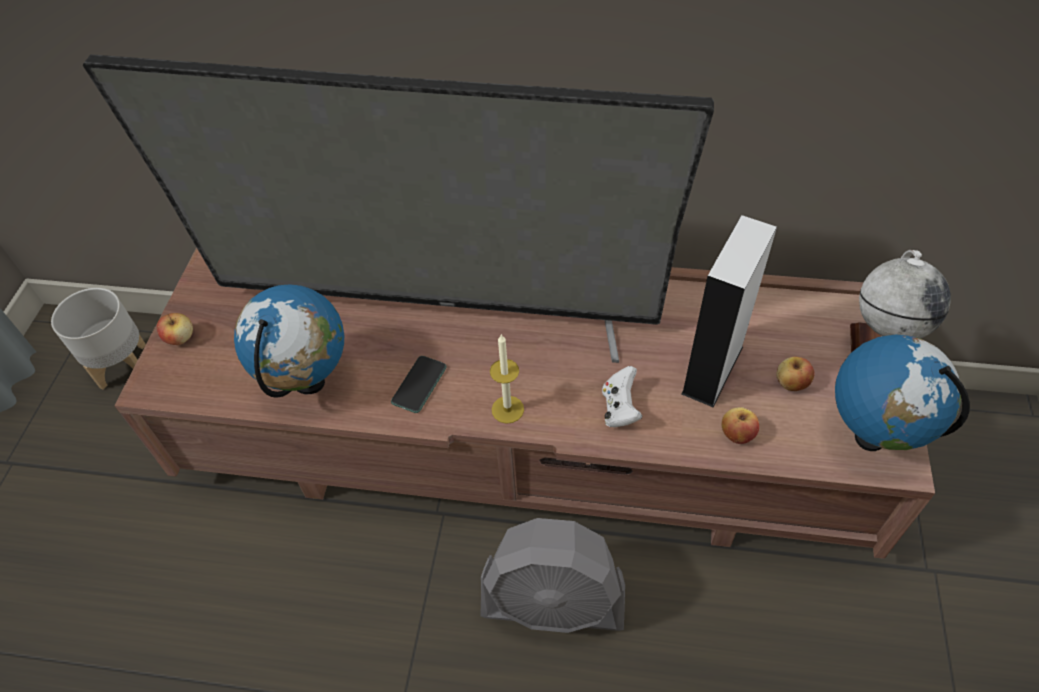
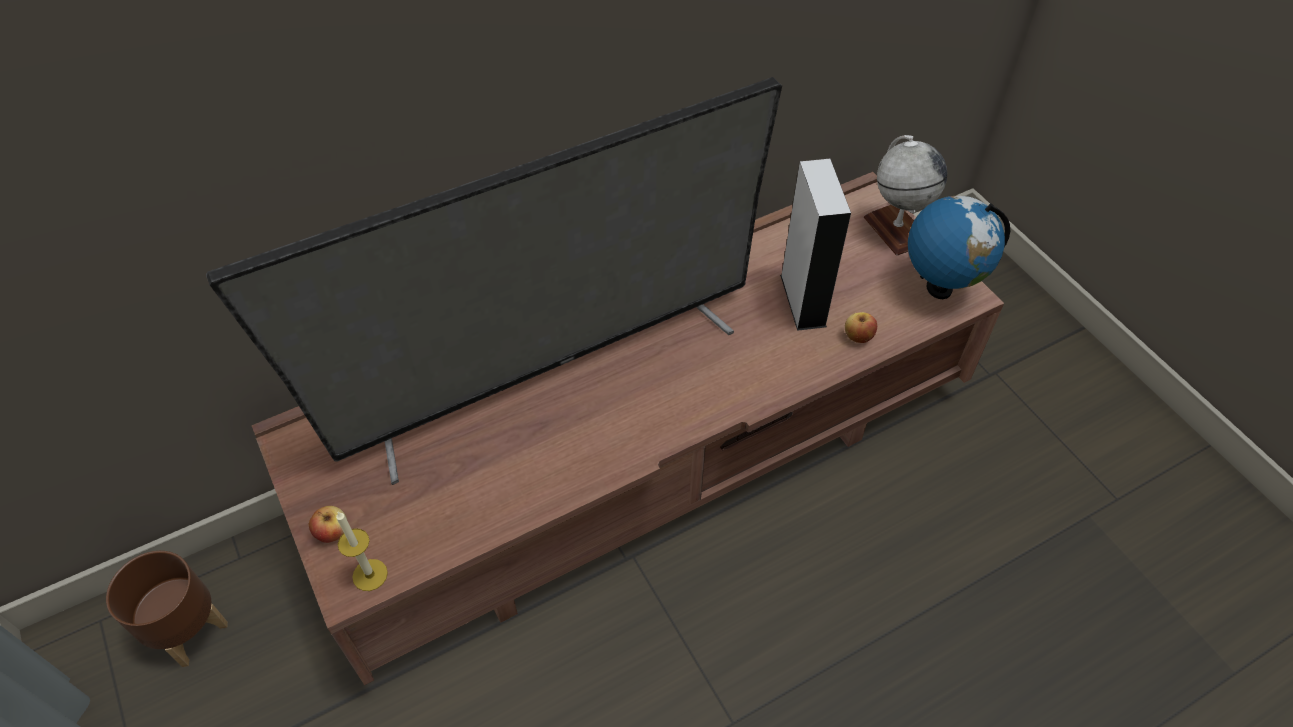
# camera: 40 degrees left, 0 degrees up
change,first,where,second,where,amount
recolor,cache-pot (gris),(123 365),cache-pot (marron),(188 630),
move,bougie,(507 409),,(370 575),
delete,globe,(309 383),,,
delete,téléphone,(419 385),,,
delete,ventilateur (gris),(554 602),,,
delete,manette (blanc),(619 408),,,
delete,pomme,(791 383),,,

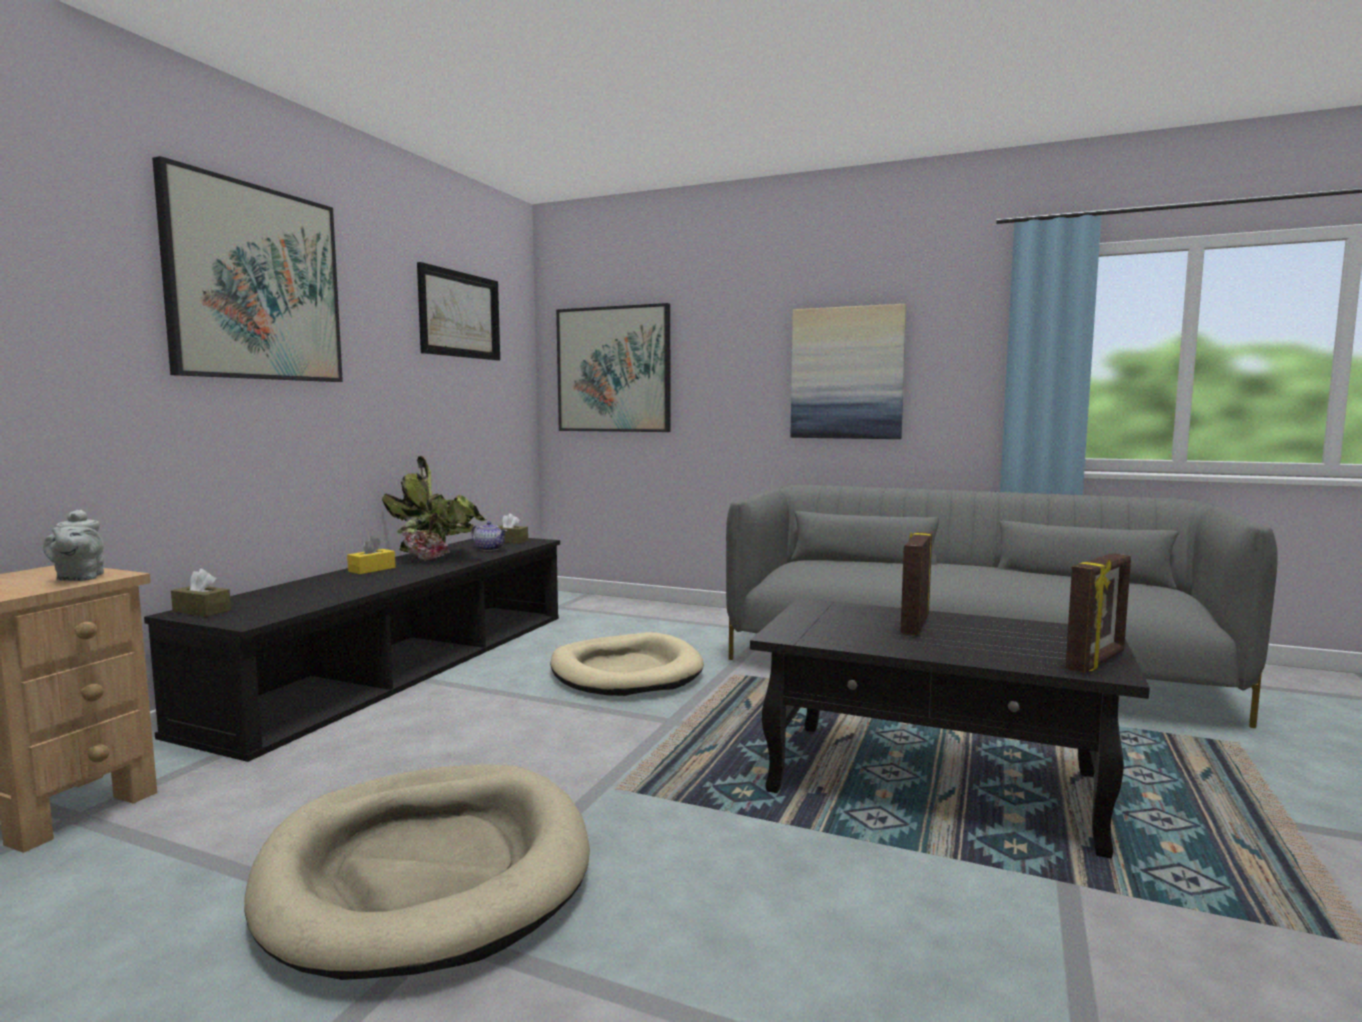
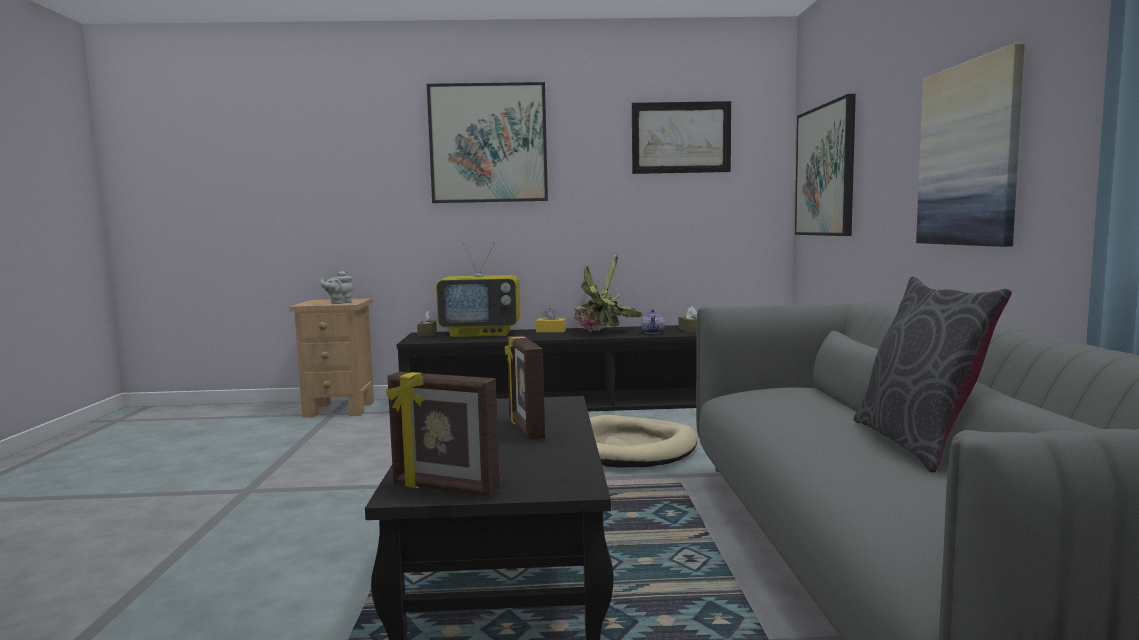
# camera: 65 degrees right, 0 degrees up
change,first,where,second,where,amount
insert,,,téléviseur,(481 333),
rotate,cadre photo,(914 624),,(525 429),105 degrees counterclockwise
insert,,,coussin (gris),(918 443),
delete,panier pour chien (beige),(427 871),,,

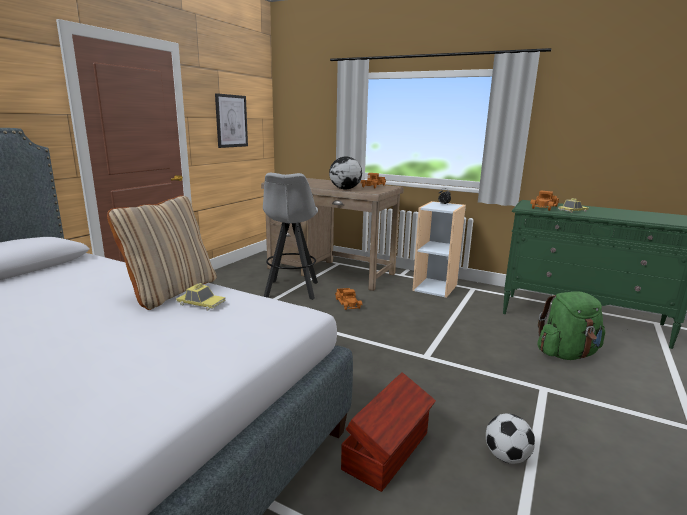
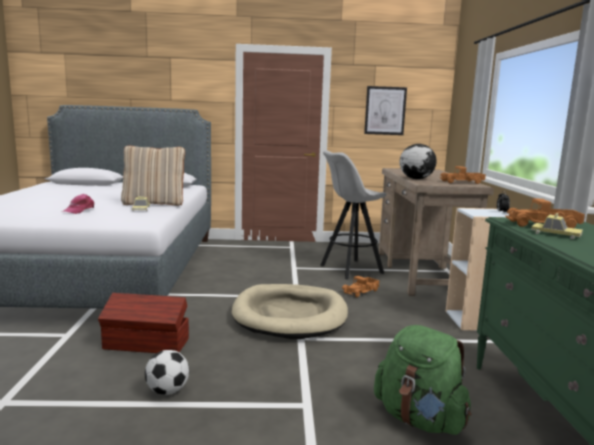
# camera: 60 degrees right, 5 degrees down
change,first,where,second,where,amount
insert,,,casquette (rose),(79 210),
insert,,,panier pour chien (beige),(290 315),

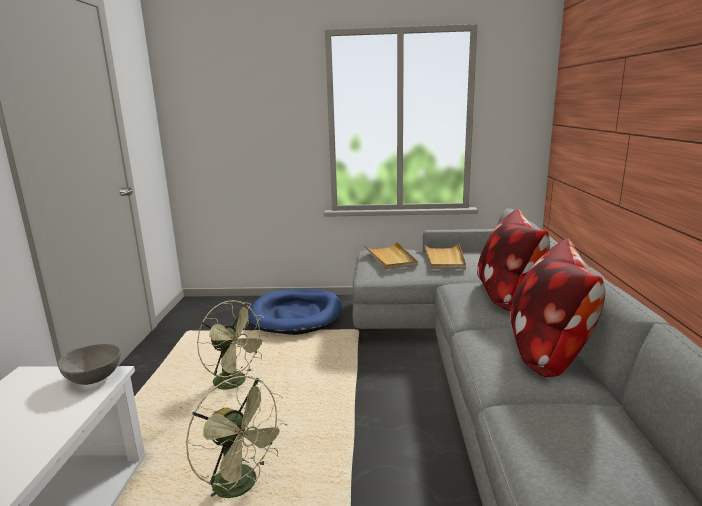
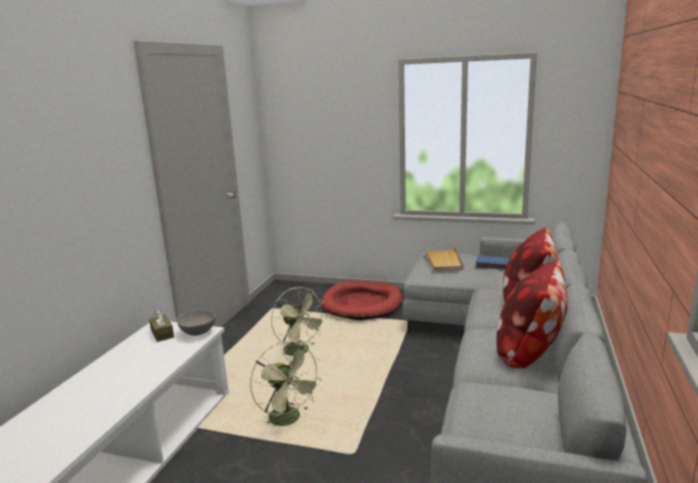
# camera: 15 degrees right, 0 degrees up
change,first,where,second,where,amount
insert,,,boîte à mouchoirs (marron),(162 333),
recolor,panier pour chien (bleu),(296 315),panier pour chien (rouge),(362 304),
replace,plateau (beige),(444 258),livre (bleu),(491 265),

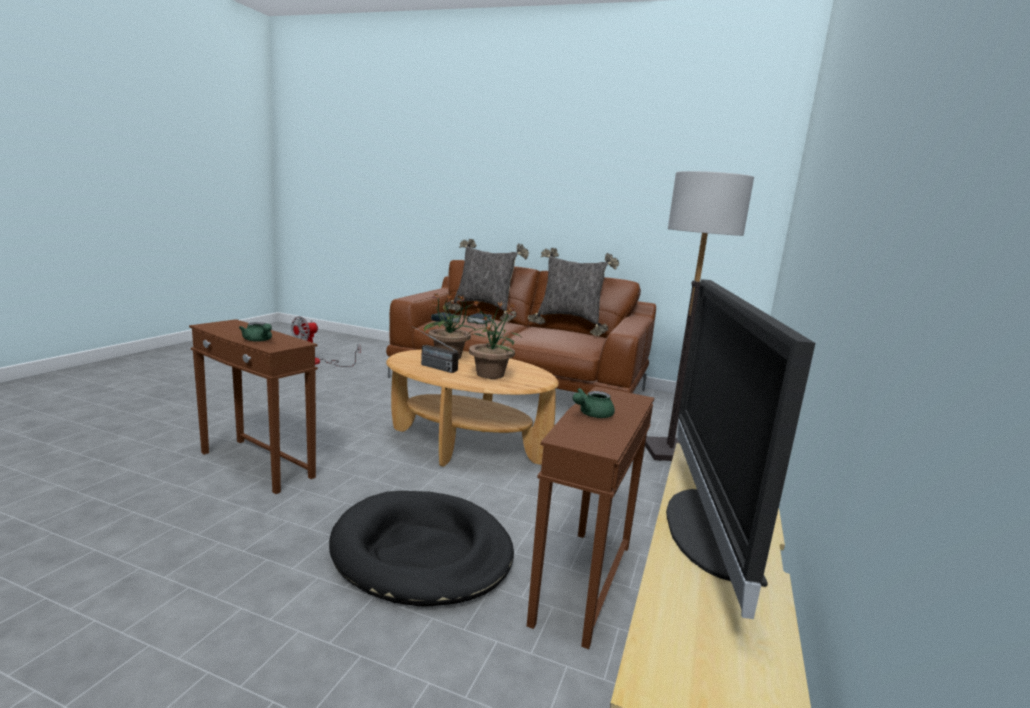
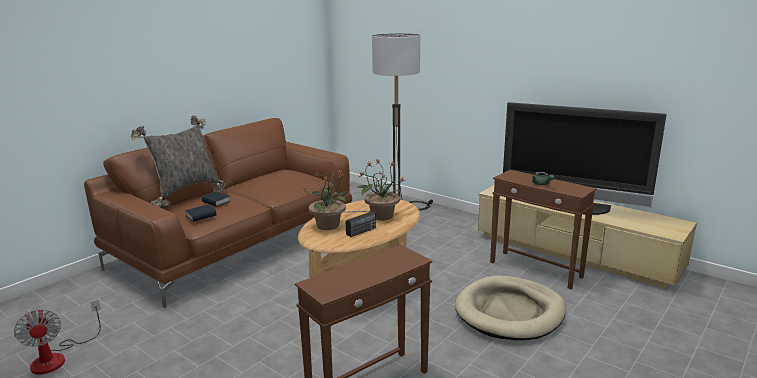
# camera: 70 degrees left, 5 degrees up
change,first,where,second,where,amount
recolor,panier pour chien (noir),(422 552),panier pour chien (beige),(510 312),
delete,théière (vert),(258 340),,,
delete,coussin,(569 329),,,

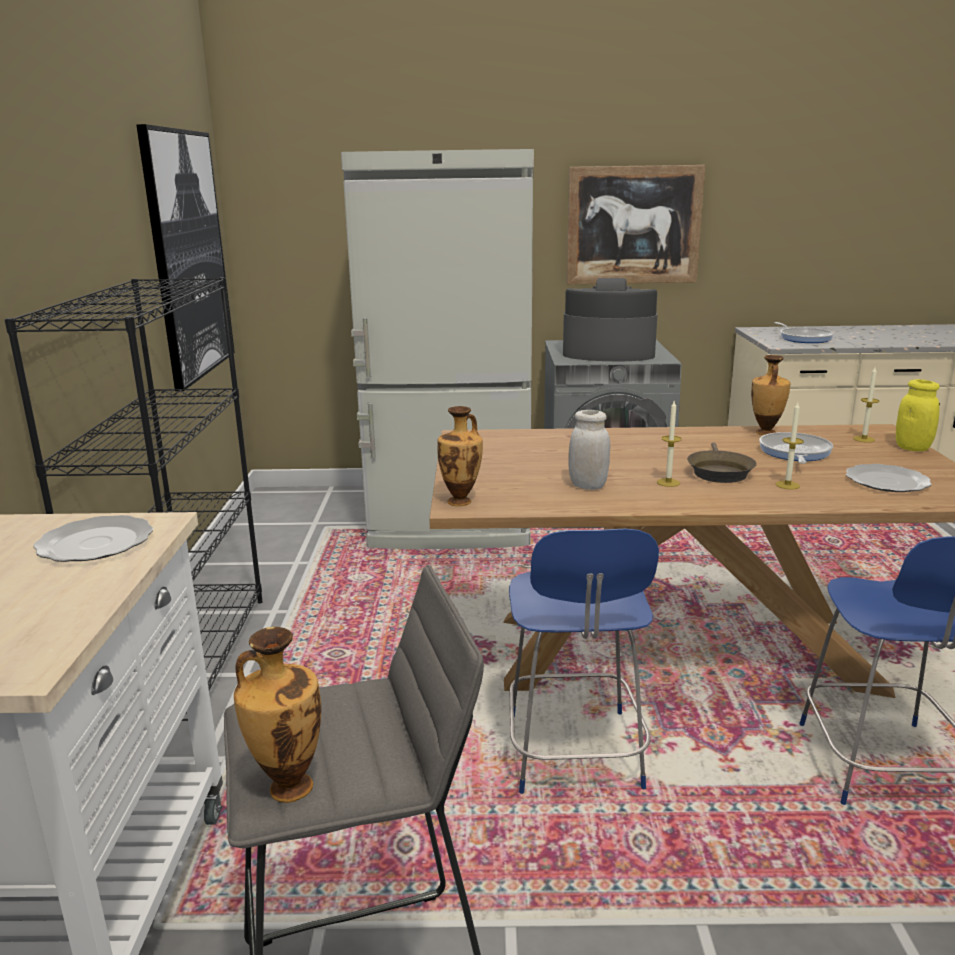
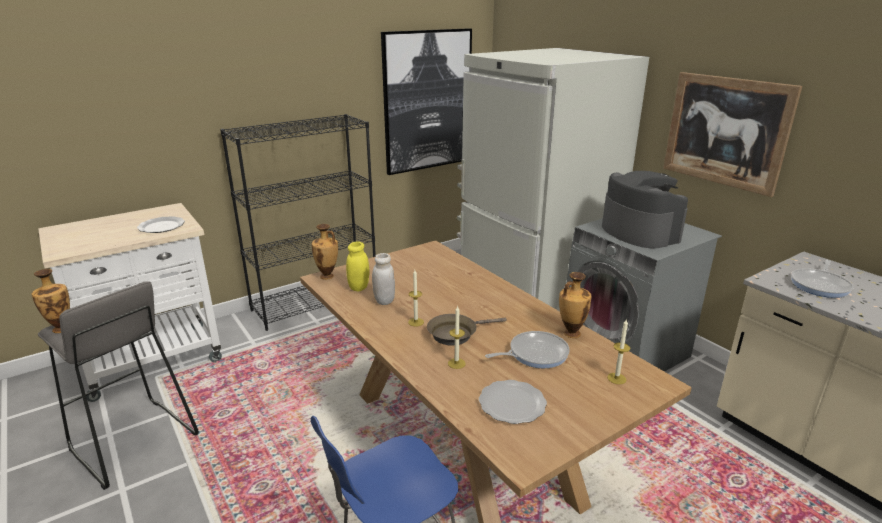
# camera: 55 degrees right, 5 degrees up
change,first,where,second,where,amount
move,bocal (jaune),(912 448),,(359 287),
delete,chaise (bleu),(574 756),,,

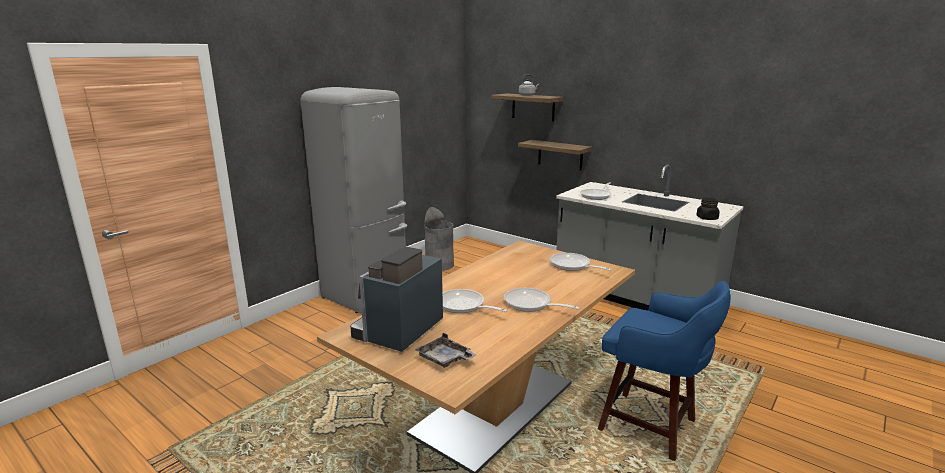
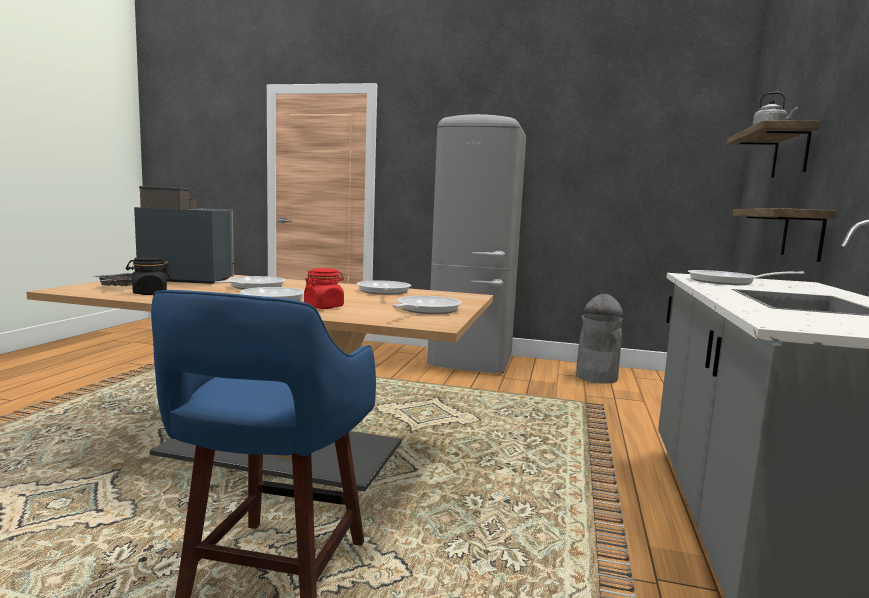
# camera: 65 degrees right, 10 degrees down
change,first,where,second,where,amount
move,bocal (noir),(707 218),,(149 293),
insert,,,bocal (rouge),(324 307),
insert,,,poêle,(383 292),

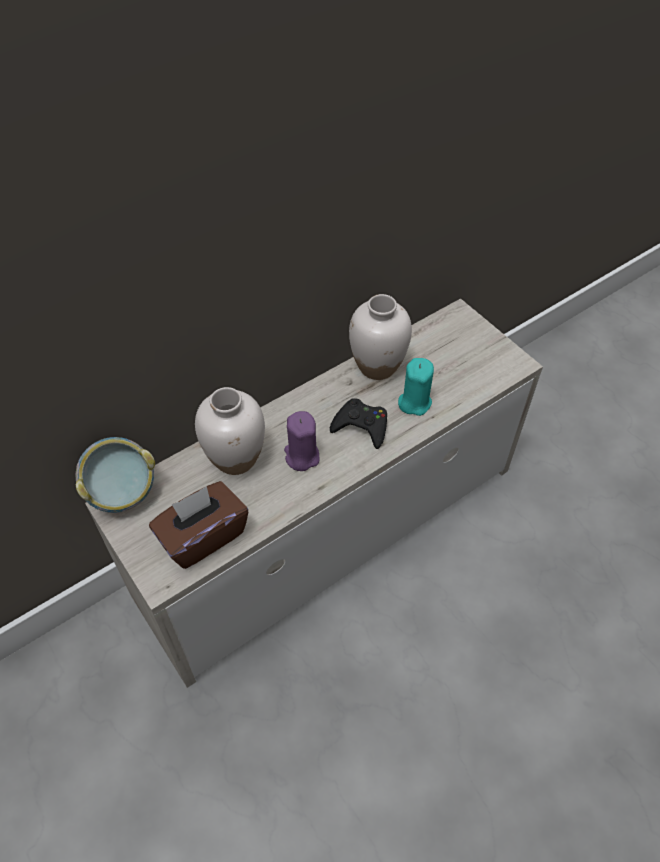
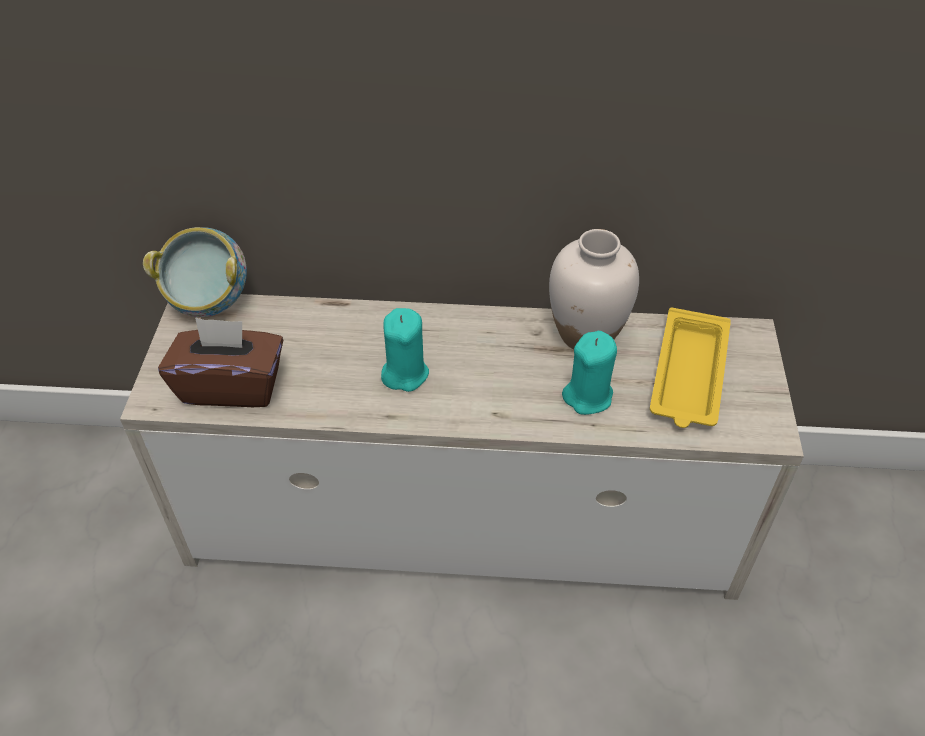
# camera: 40 degrees right, 5 degrees down
change,first,where,second,where,amount
recolor,bougie (violet),(301 456),bougie (turquoise),(405 373),
insert,,,plateau (jaune),(688 376),
delete,vase (blanc),(236 458),,,
delete,manette (noir),(361 426),,,

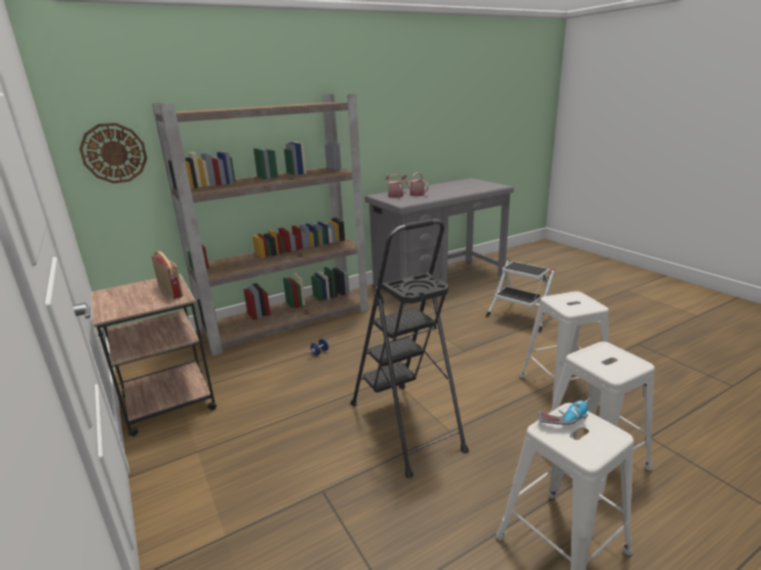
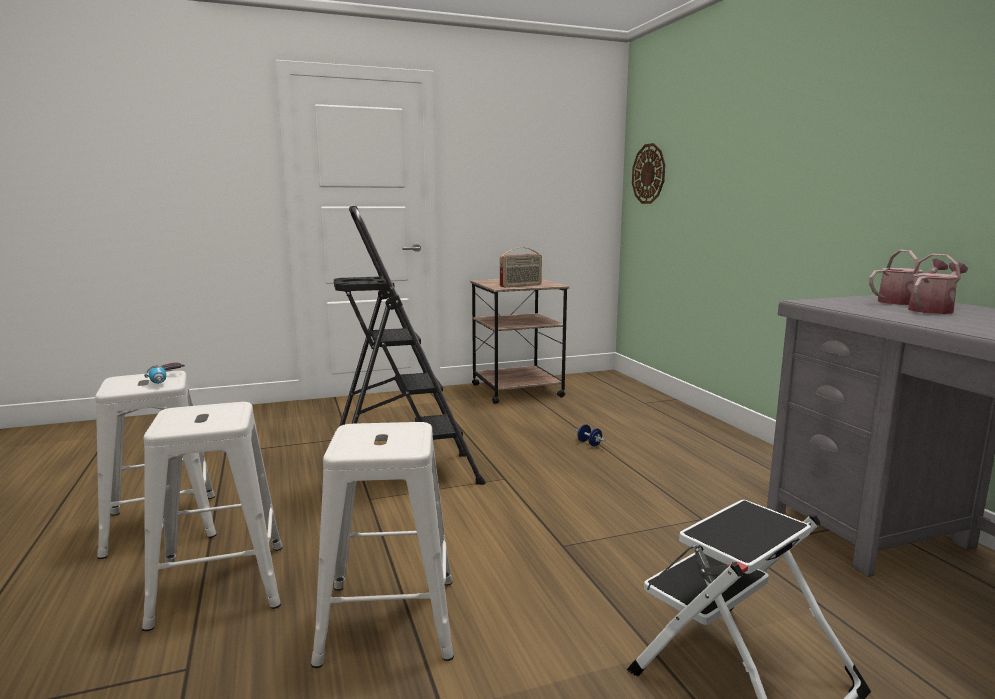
# camera: 100 degrees right, 10 degrees down
change,first,where,second,where,amount
delete,bibliothèque (marron),(287 320),,,

